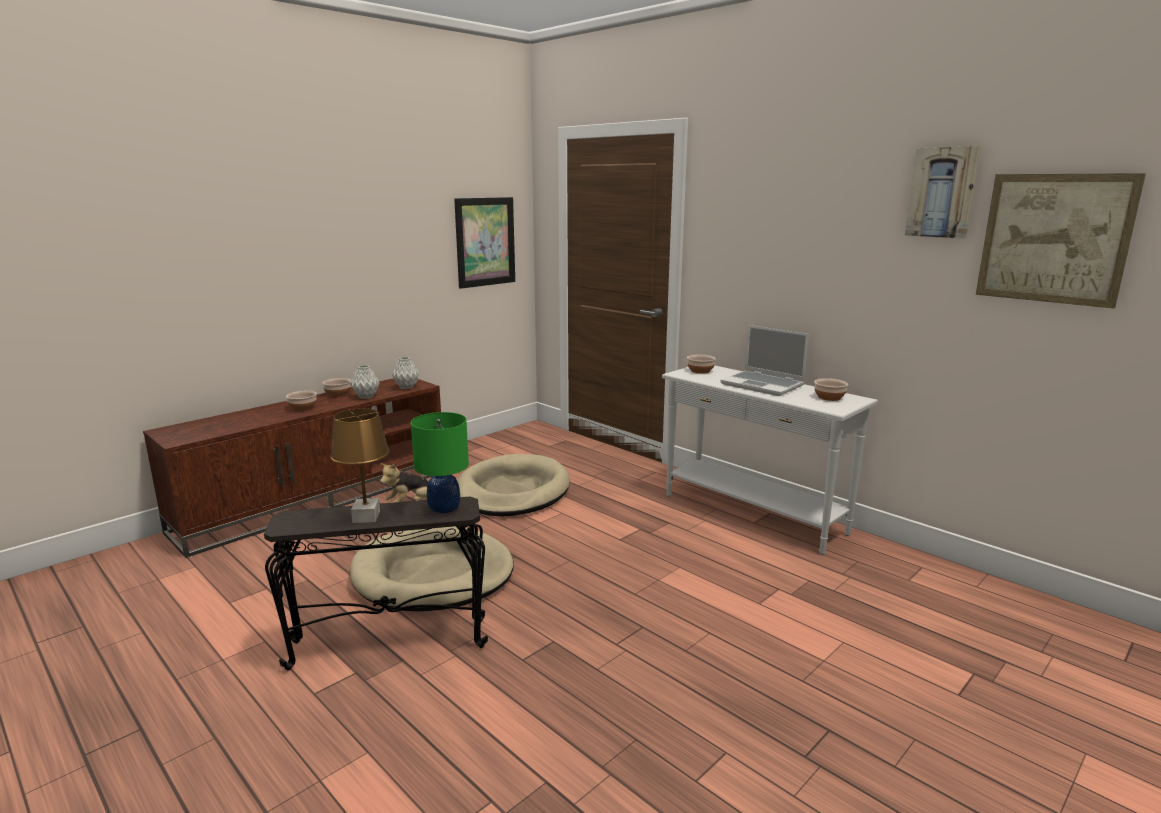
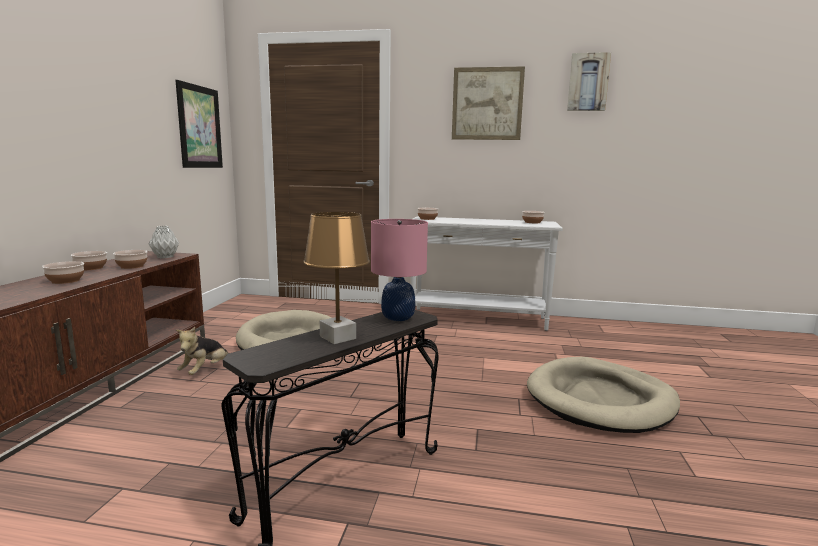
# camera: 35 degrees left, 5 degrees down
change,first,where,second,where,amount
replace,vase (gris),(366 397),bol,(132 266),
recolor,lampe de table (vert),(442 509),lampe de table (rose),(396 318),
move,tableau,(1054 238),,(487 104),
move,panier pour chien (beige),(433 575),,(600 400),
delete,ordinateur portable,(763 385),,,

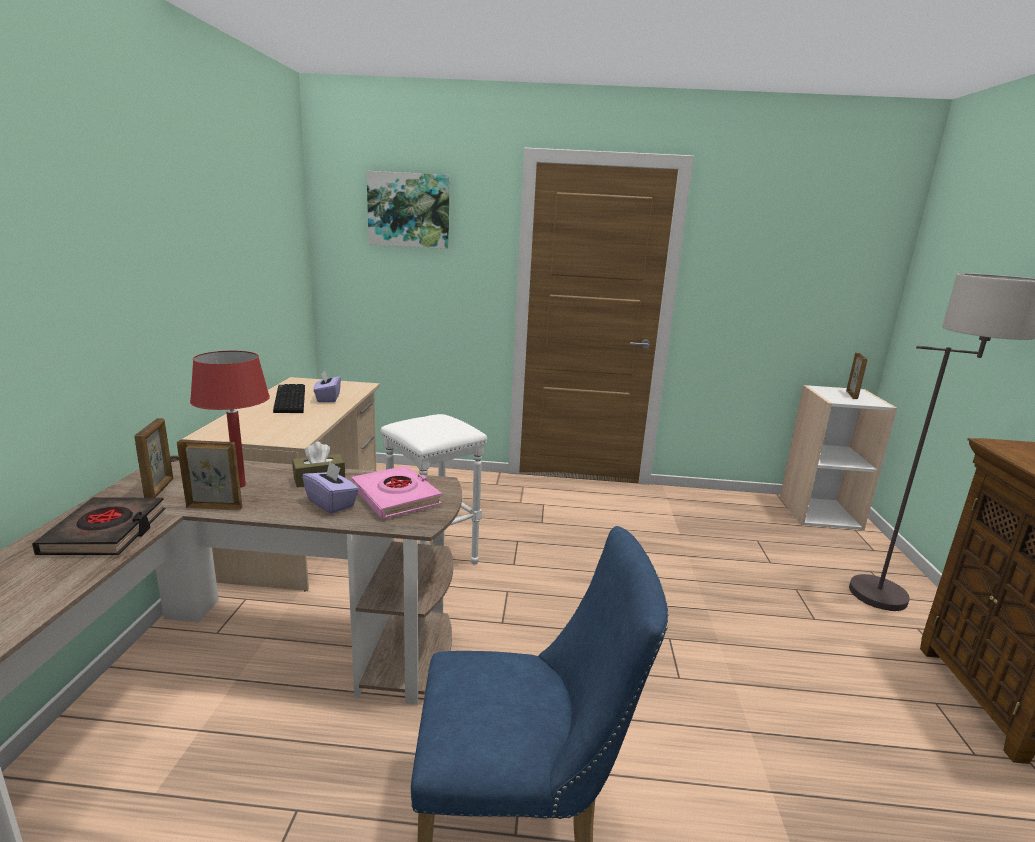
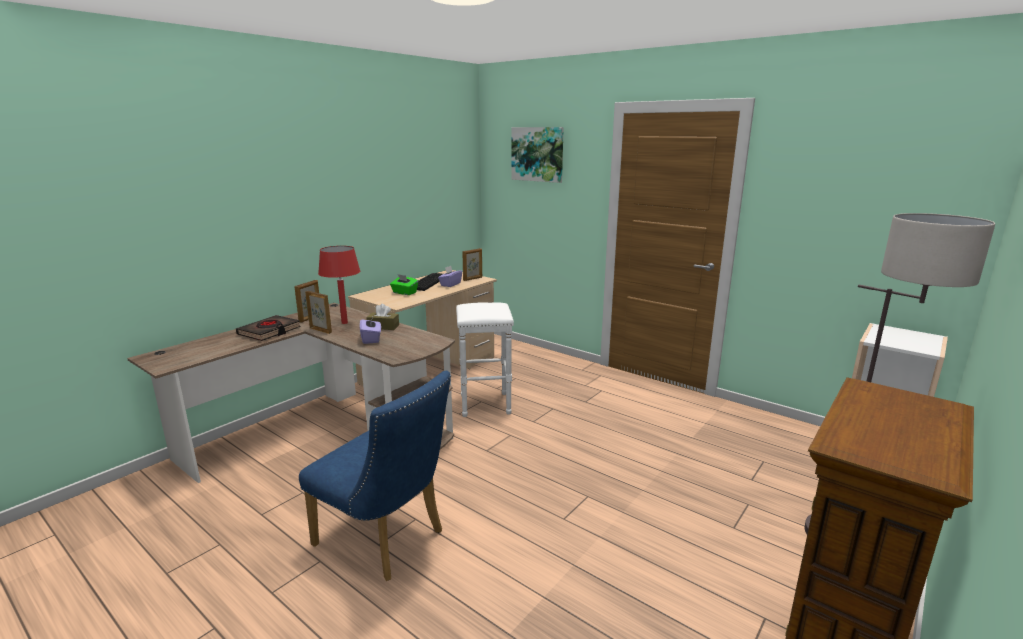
# camera: 35 degrees right, 0 degrees up
change,first,where,second,where,amount
insert,,,boîte à mouchoirs (vert),(404 293),
move,cadre photo,(852 395),,(473 279),
delete,livre (rose),(396 497),,,

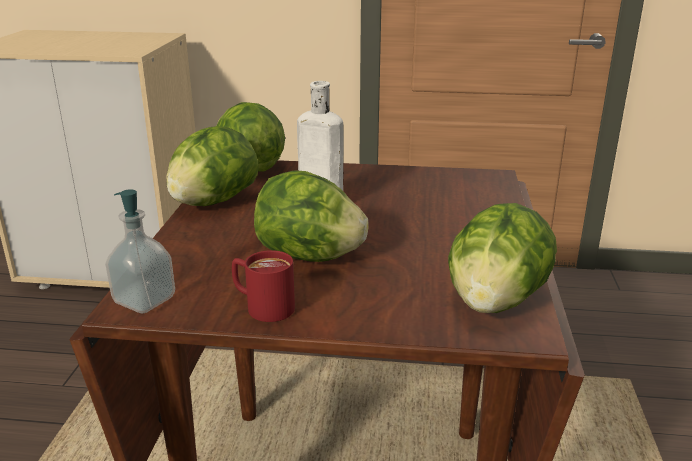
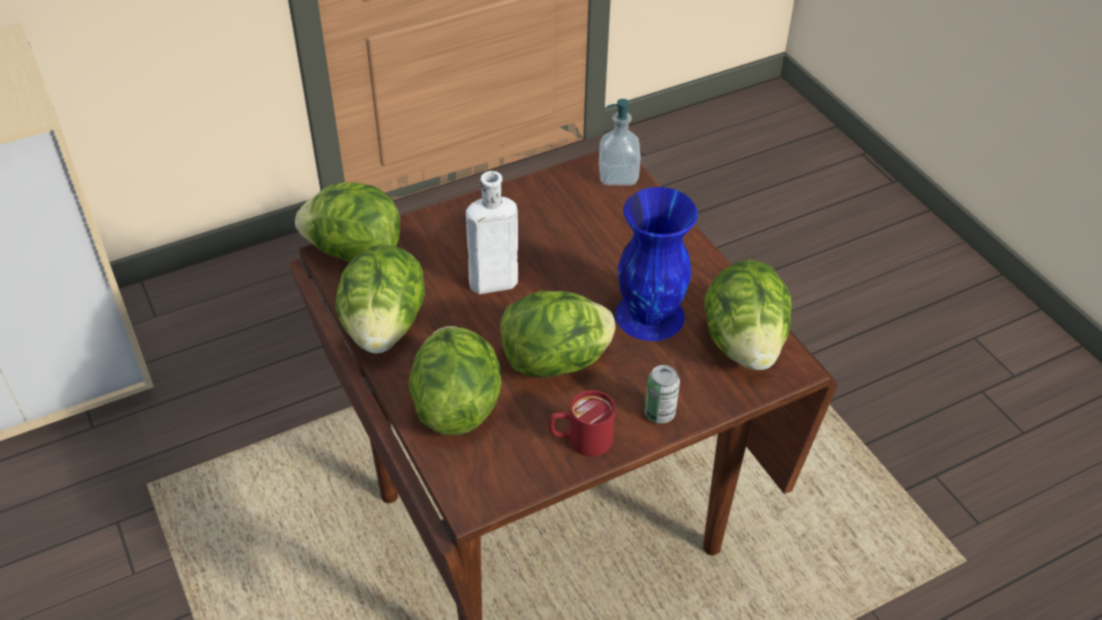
# camera: 35 degrees left, 20 degrees up
change,first,where,second,where,amount
insert,,,laitue,(456 404),
move,distributeur de savon,(144 300),,(618 176),
insert,,,vase (bleu),(650 314),
insert,,,boîte métallique,(659 413),

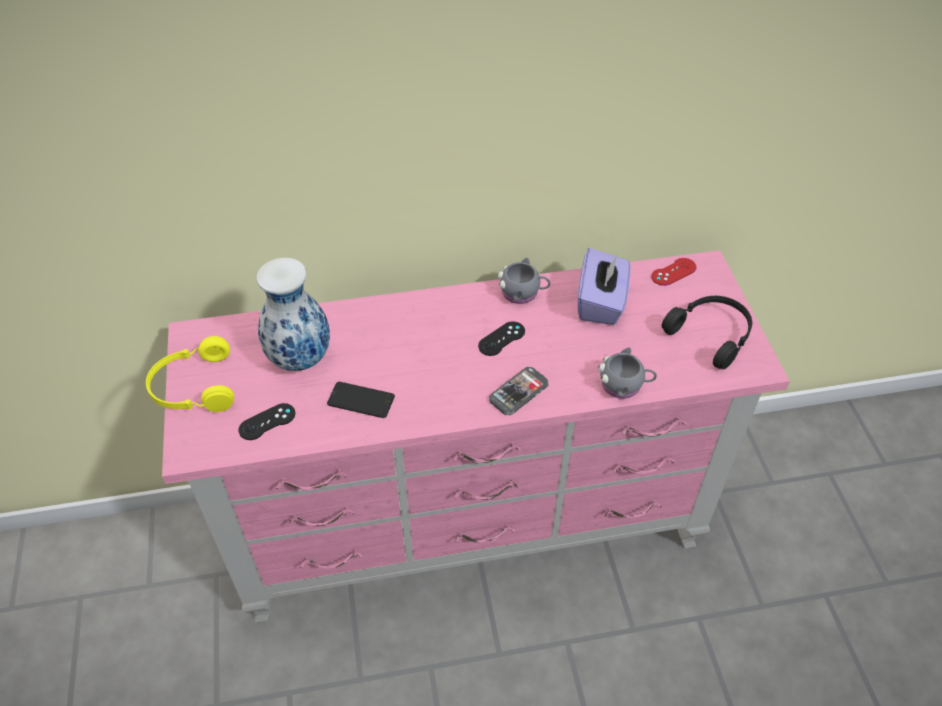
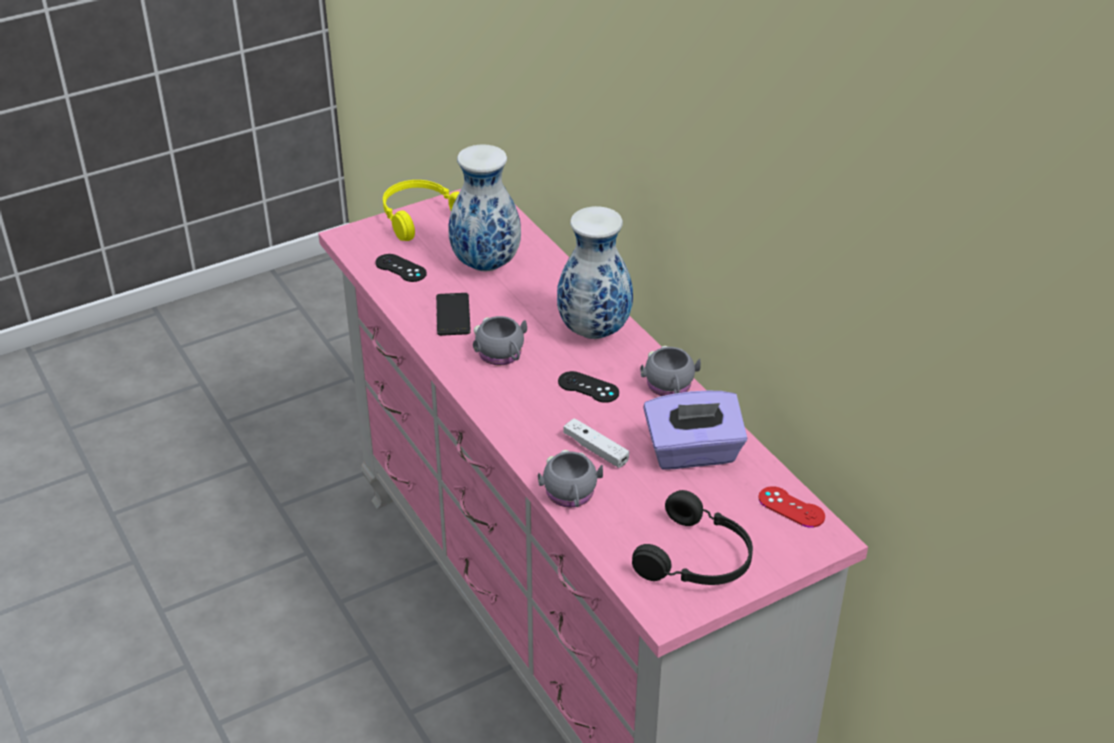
# camera: 70 degrees right, 10 degrees down
change,first,where,second,where,amount
insert,,,mug (gris),(502 355),
insert,,,vase,(593 330),
insert,,,manette (blanc),(595 449),
delete,téléphone,(518 392),,,

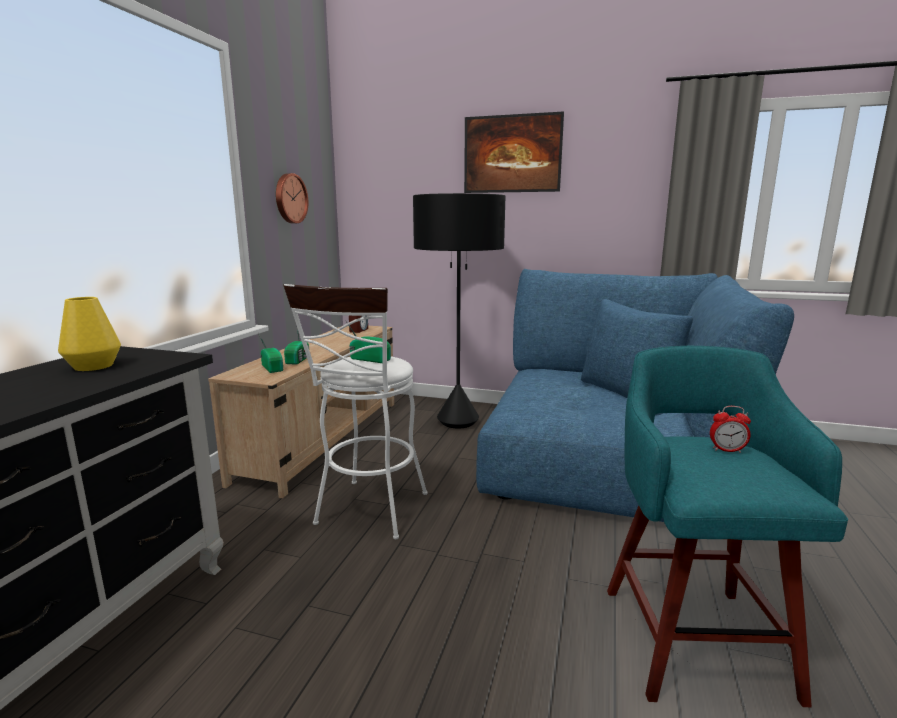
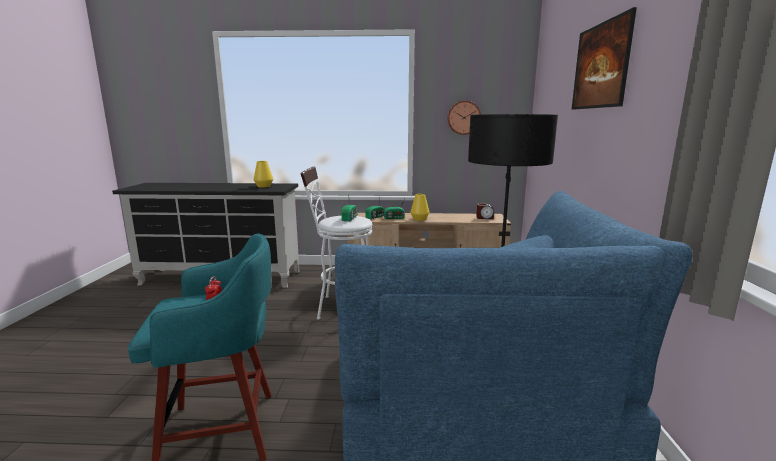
# camera: 75 degrees right, 0 degrees up
change,first,where,second,where,amount
insert,,,vase (jaune),(419 219),

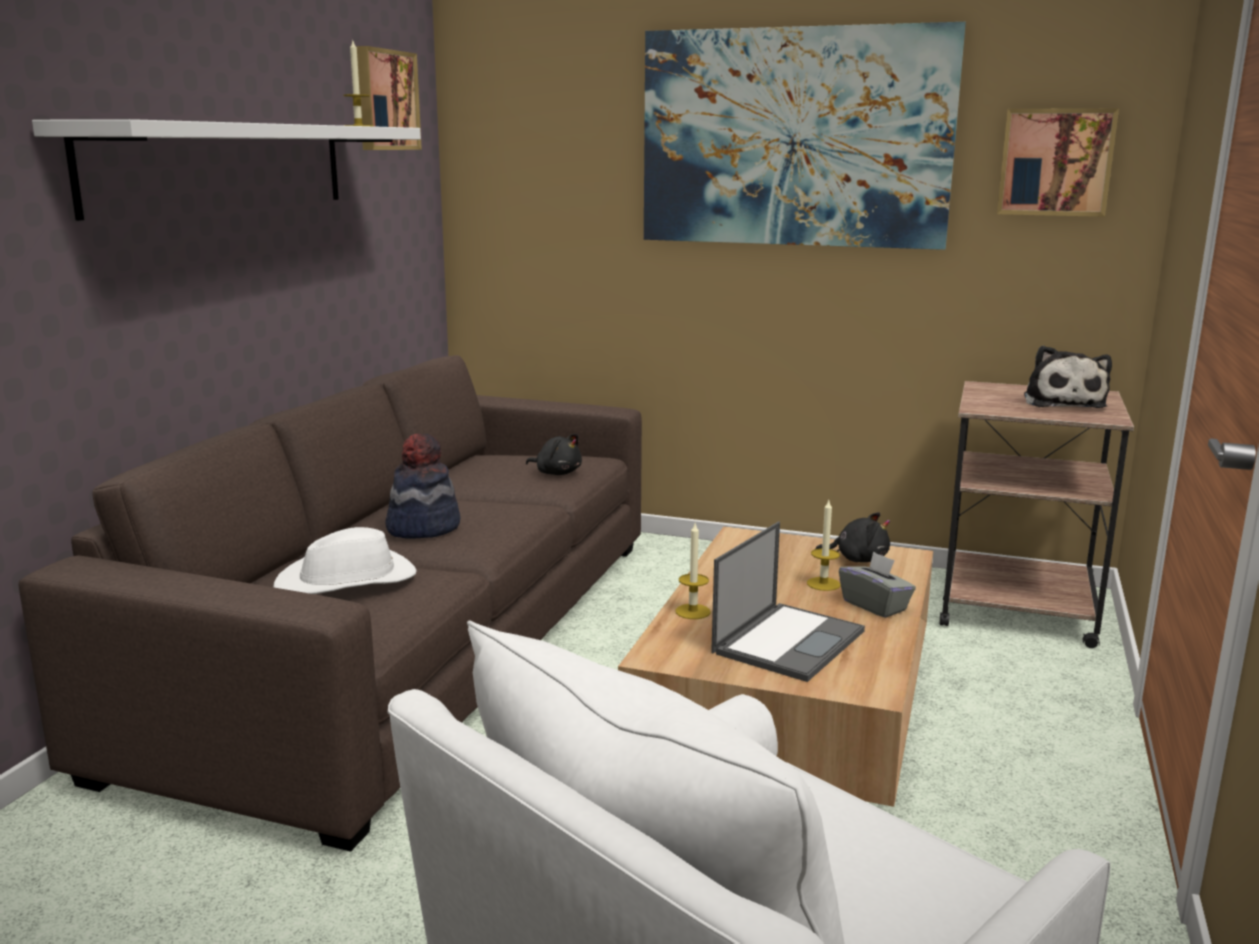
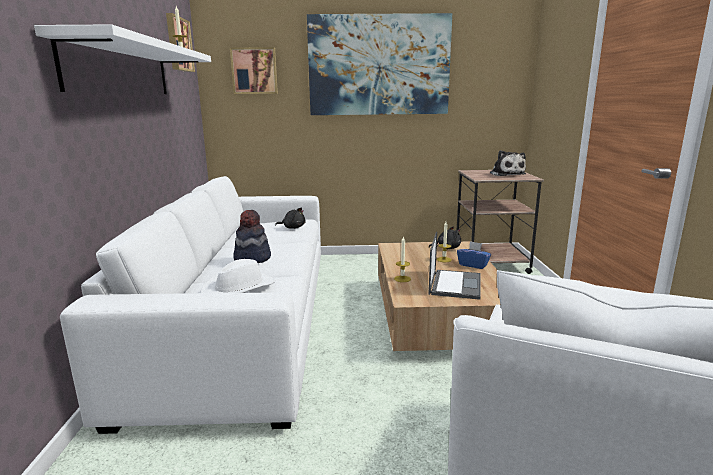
# camera: 20 degrees left, 0 degrees up
change,first,where,second,where,amount
recolor,canapé (marron),(415 642),canapé (blanc),(244 320),
move,tableau,(1055 162),,(254 71),
recolor,boîte à mouchoirs (gris),(875 606),boîte à mouchoirs (bleu),(473 265),

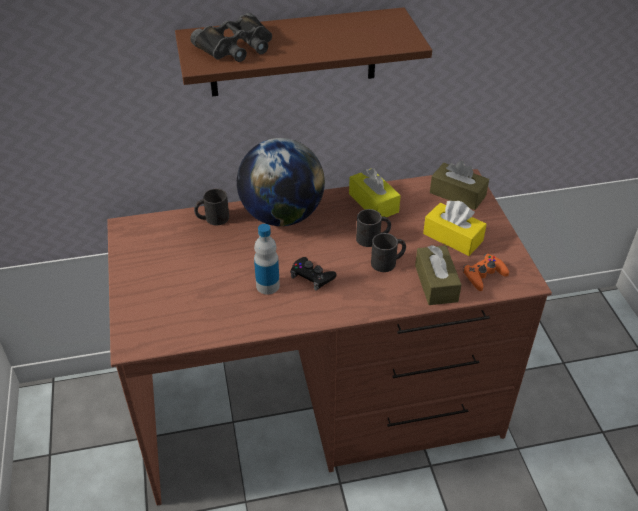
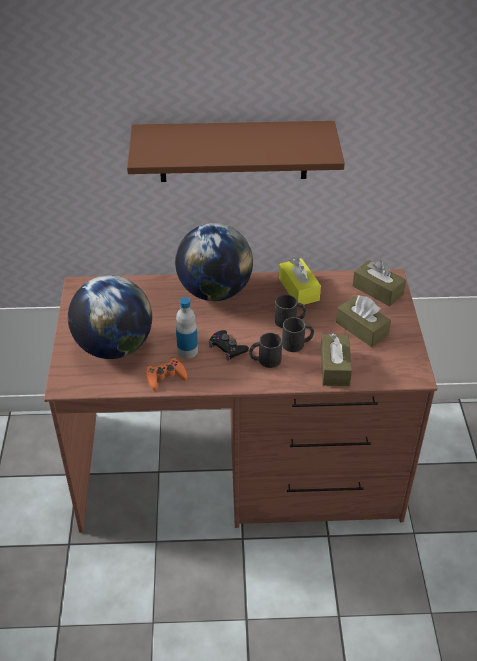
# camera: 10 degrees right, 0 degrees up
change,first,where,second,where,amount
insert,,,globe,(114 347),
move,manette (orange),(484 275),,(165 377),
move,mug (noir),(212 218),,(265 360),
recolor,boîte à mouchoirs (jaune),(453 237),boîte à mouchoirs (marron),(361 329),
delete,jumelles (noir),(236 47),,,

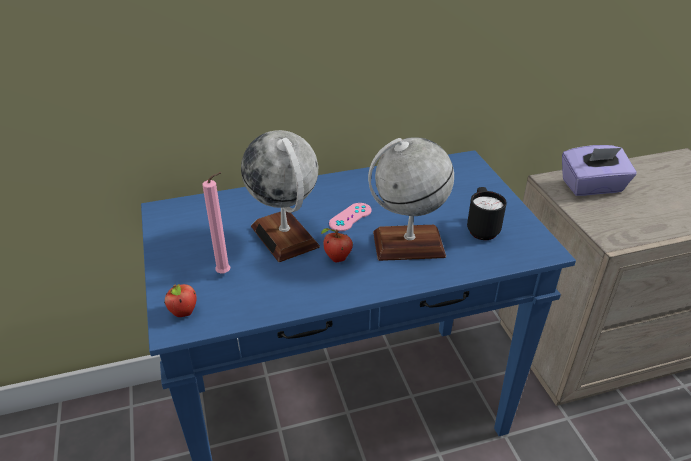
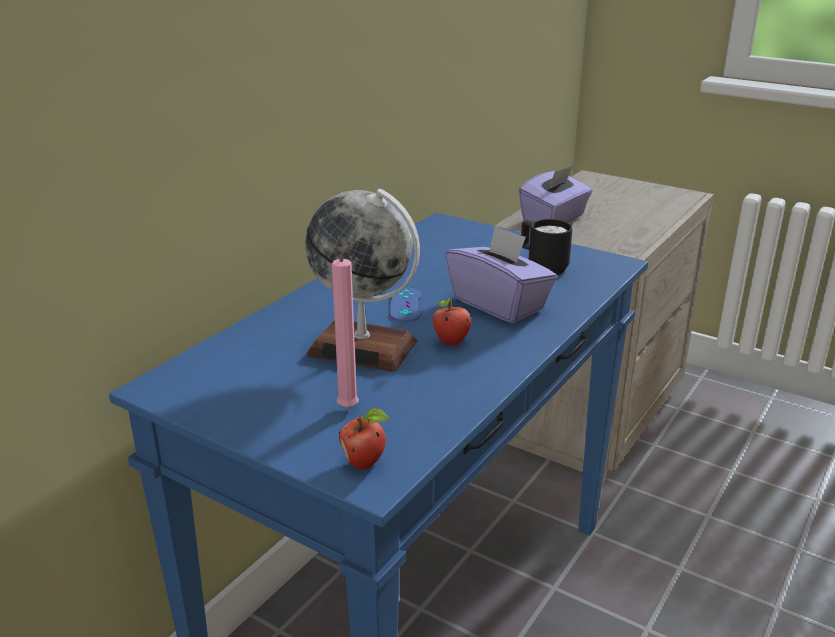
# camera: 40 degrees left, 10 degrees down
change,first,where,second,where,amount
recolor,manette (rose),(350 217),manette (bleu),(405 305),
replace,globe,(408 244),boîte à mouchoirs (violet),(499 304),

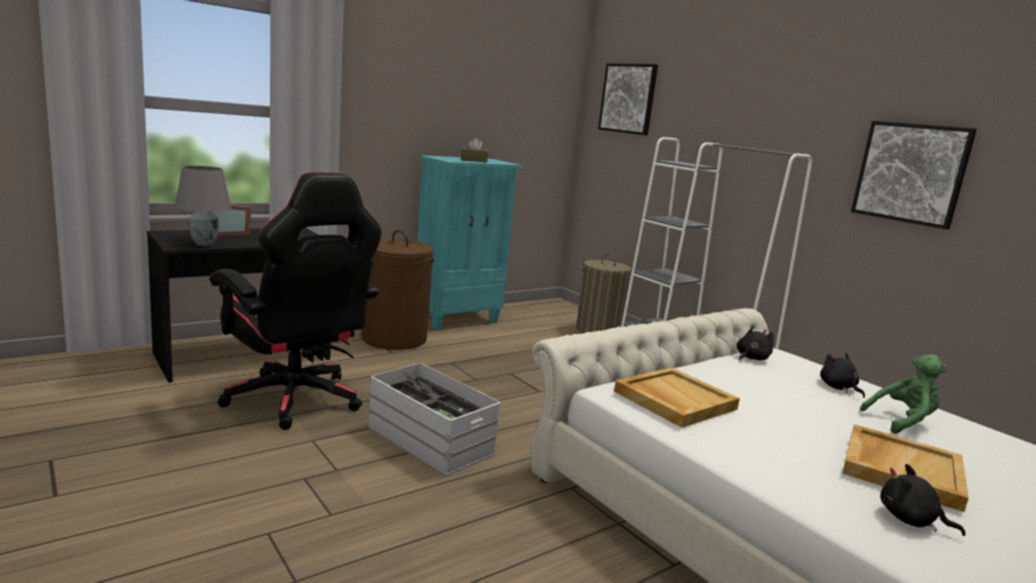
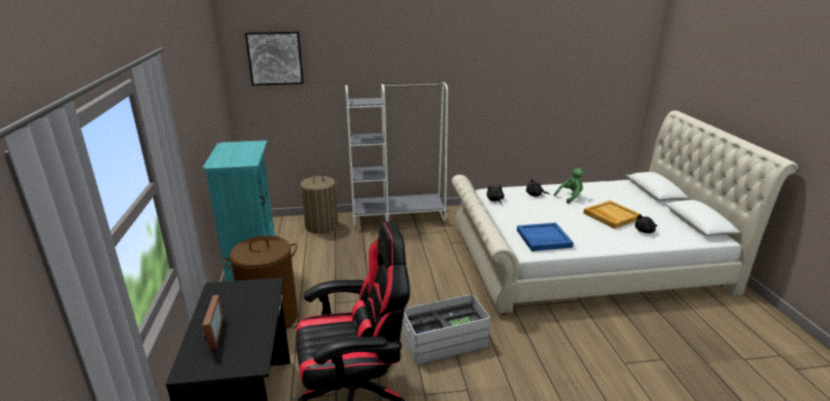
# camera: 60 degrees left, 10 degrees up
change,first,where,second,where,amount
recolor,plateau (beige),(673 400),plateau (bleu),(543 239),
rotate,peluche (vert),(902 422),,(570 197),45 degrees clockwise
delete,lampe de table (gris),(204 244),,,
delete,boîte à mouchoirs (marron),(473 160),,,
delete,tableau,(911 173),,,

